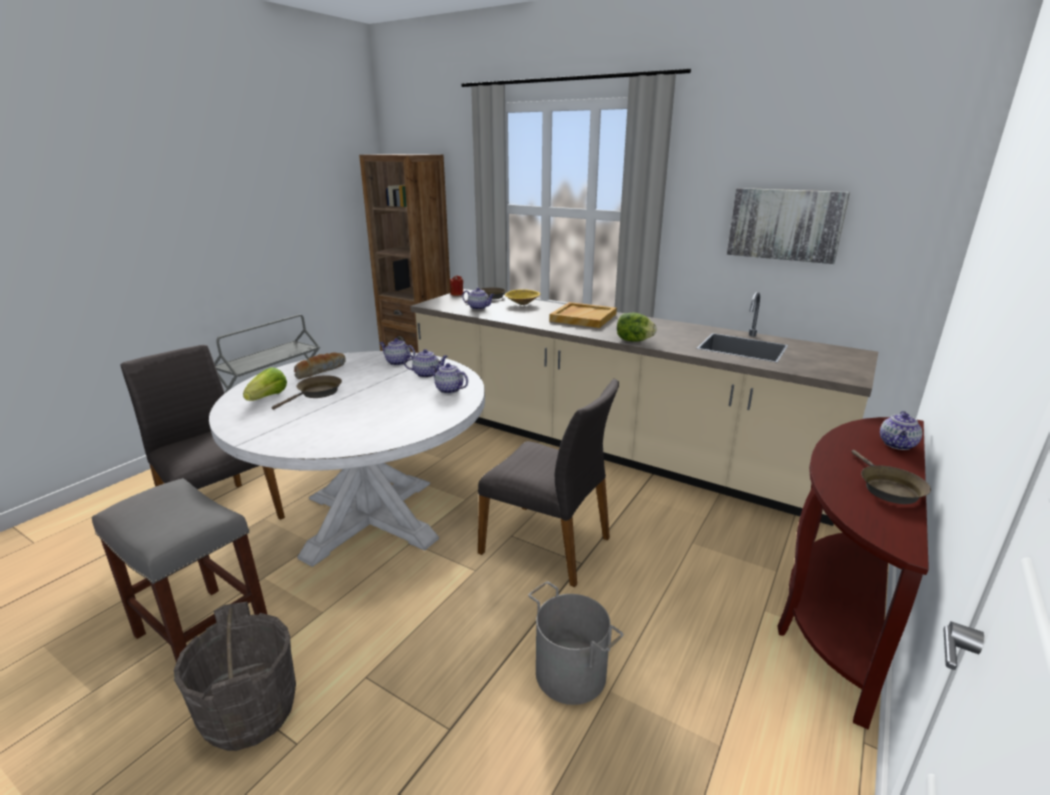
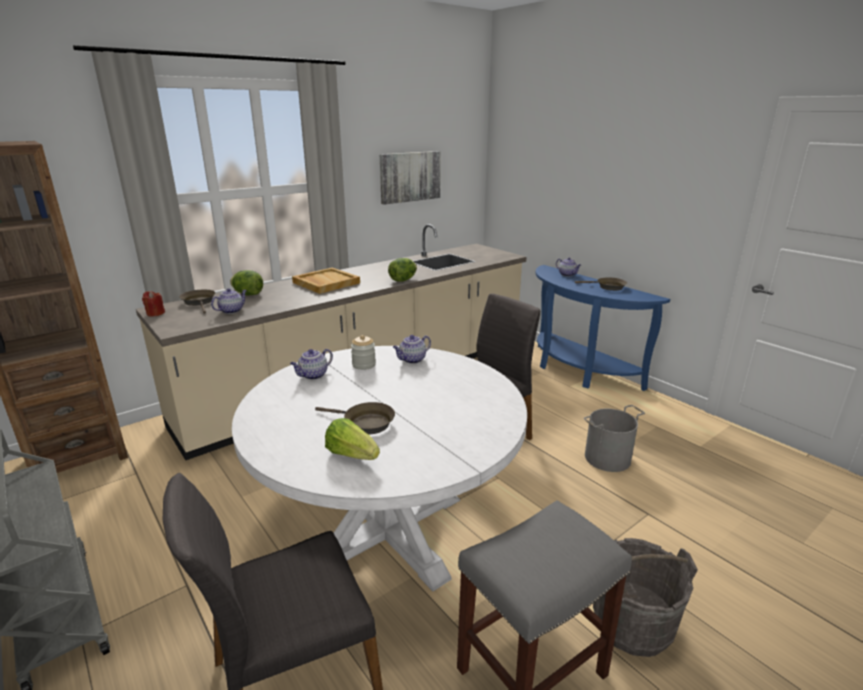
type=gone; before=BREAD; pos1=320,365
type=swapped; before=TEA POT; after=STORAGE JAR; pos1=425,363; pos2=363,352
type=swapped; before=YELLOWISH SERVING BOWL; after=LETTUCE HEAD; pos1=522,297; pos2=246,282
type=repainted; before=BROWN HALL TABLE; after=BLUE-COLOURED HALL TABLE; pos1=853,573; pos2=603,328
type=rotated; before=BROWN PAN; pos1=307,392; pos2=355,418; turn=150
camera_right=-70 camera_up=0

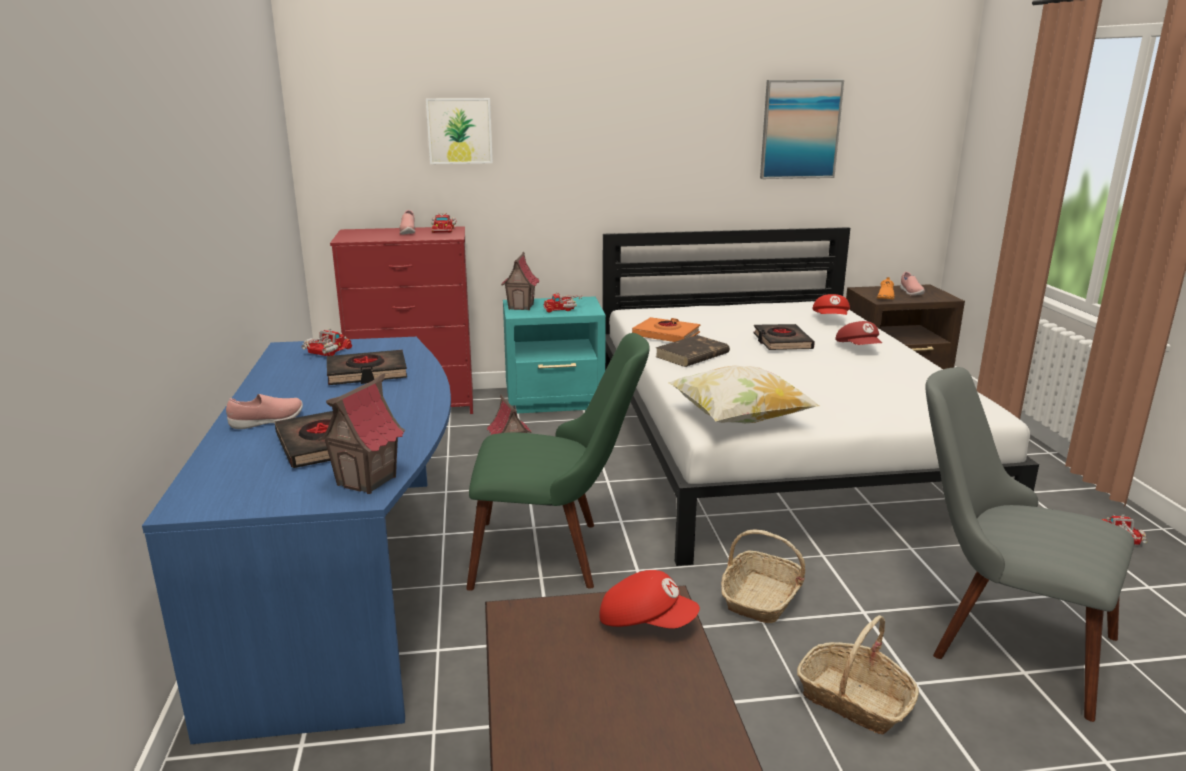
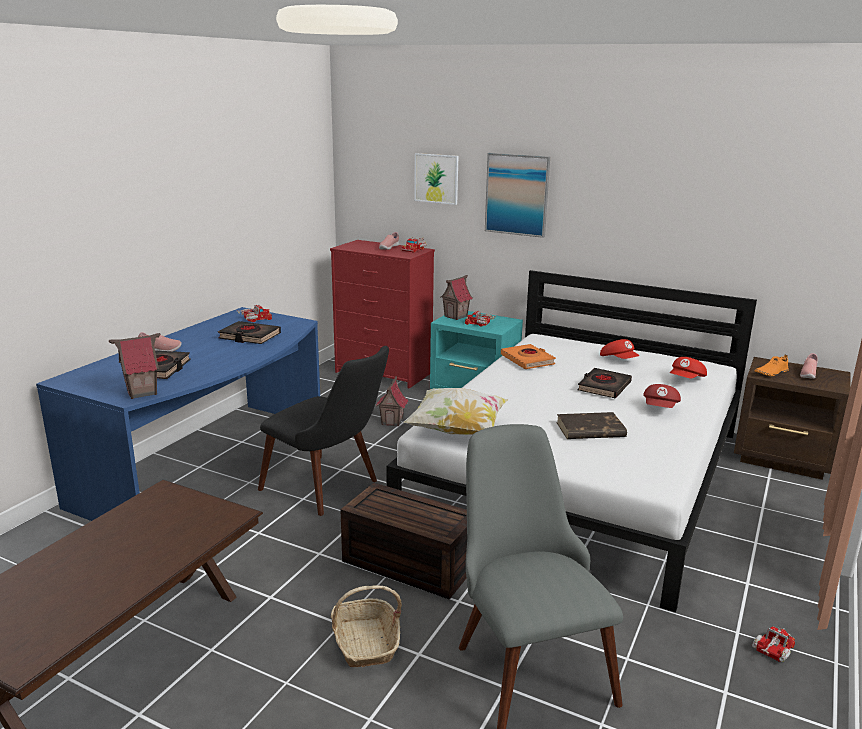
type=shifted; before=RED-COLOURED PEAKED CAP; pos1=649,599; pos2=620,349
type=shifted; before=BROWN VOLUME; pos1=693,351; pos2=591,425
type=shifted; before=WALL ART; pos1=802,129; pos2=517,195
type=swapped; before=BASKET; after=BROWN STORAGE BIN; pos1=763,576; pos2=403,541
type=repainted; before=GREENISH CHAIR; after=BLACK CHAIR; pos1=558,462; pos2=323,431
camera_right=35 camera_up=0

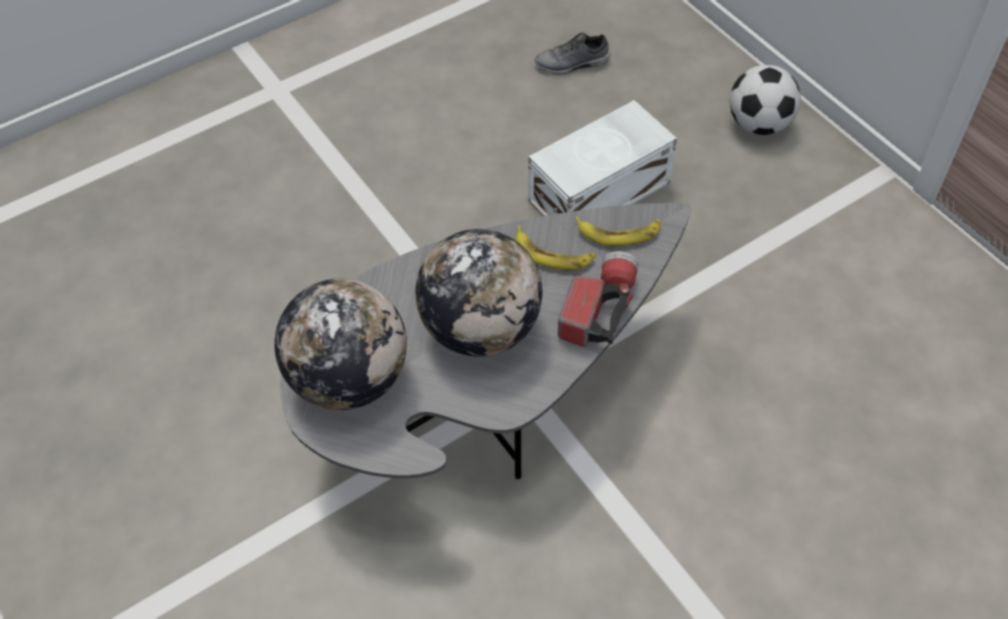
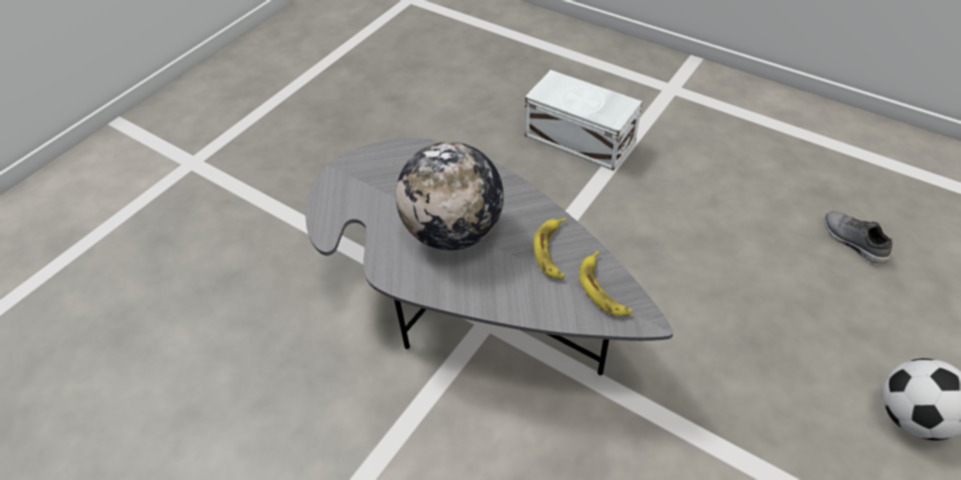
type=gone; before=WORLD GLOBE; pos1=340,344
type=gone; before=TORCH; pos1=598,299
type=shifted; before=WHITE STORAGE BIN; pos1=602,158; pos2=584,120
camera_right=70 camera_up=-5

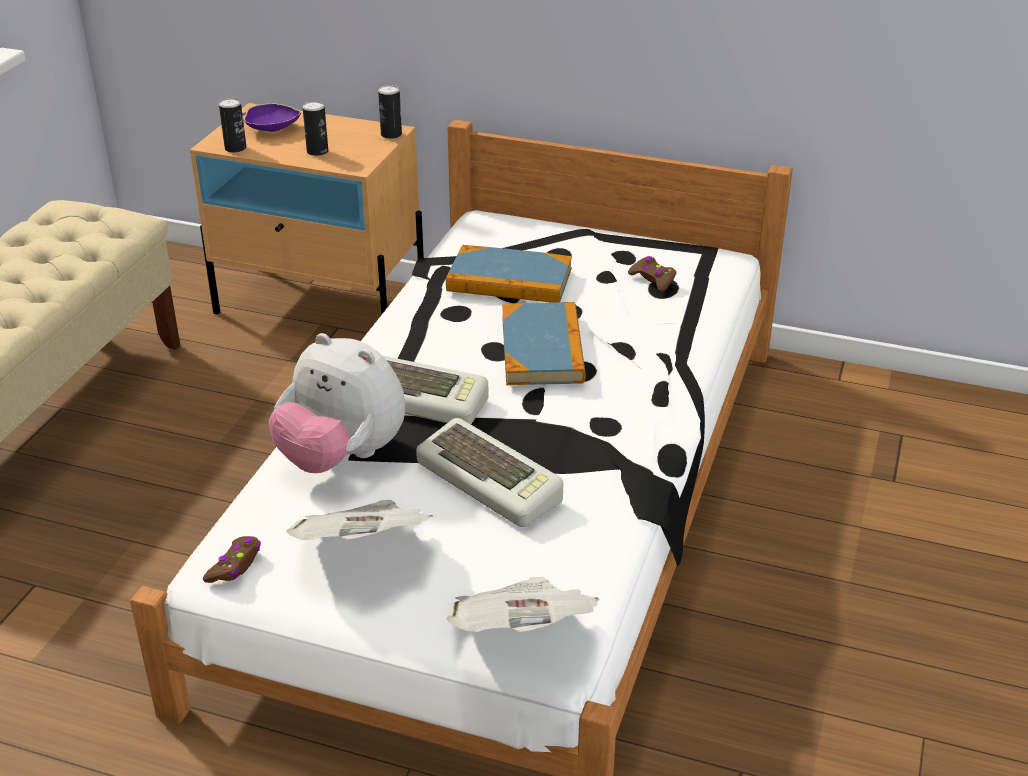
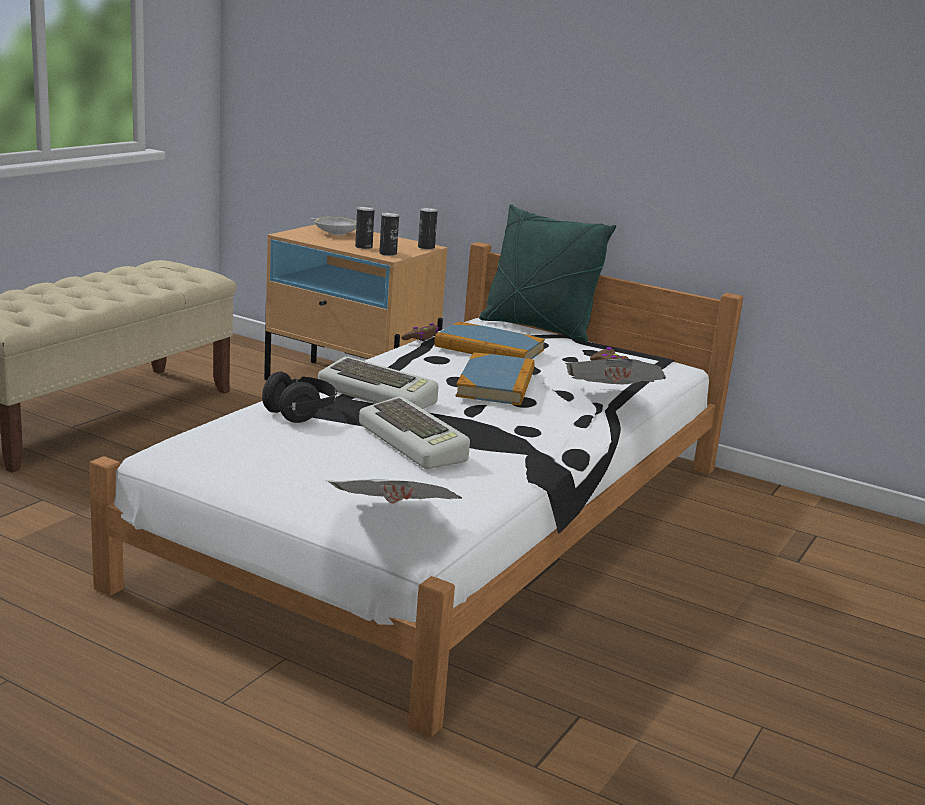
type=new; after=GREENISH PILLOW; pos2=547,273
type=shifted; before=BROWN JOYPAD; pos1=232,559; pos2=420,331
type=shifted; before=CAN; pos1=232,125; pos2=389,234
type=shifted; before=NEWSPAPER; pos1=359,520; pos2=616,371
type=swapped; before=CUDDLY TOY; after=BLACK PAIR OF HEADPHONES; pos1=337,403; pos2=299,397
type=repainted; before=PURPLE-COLOURED SERVING BOWL; after=WHITE SERVING BOWL; pos1=271,117; pos2=333,226
camera_right=10 camera_up=-15

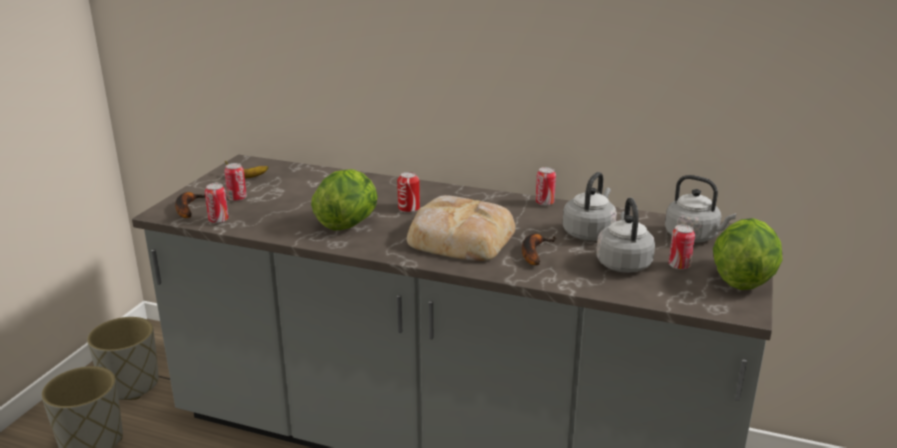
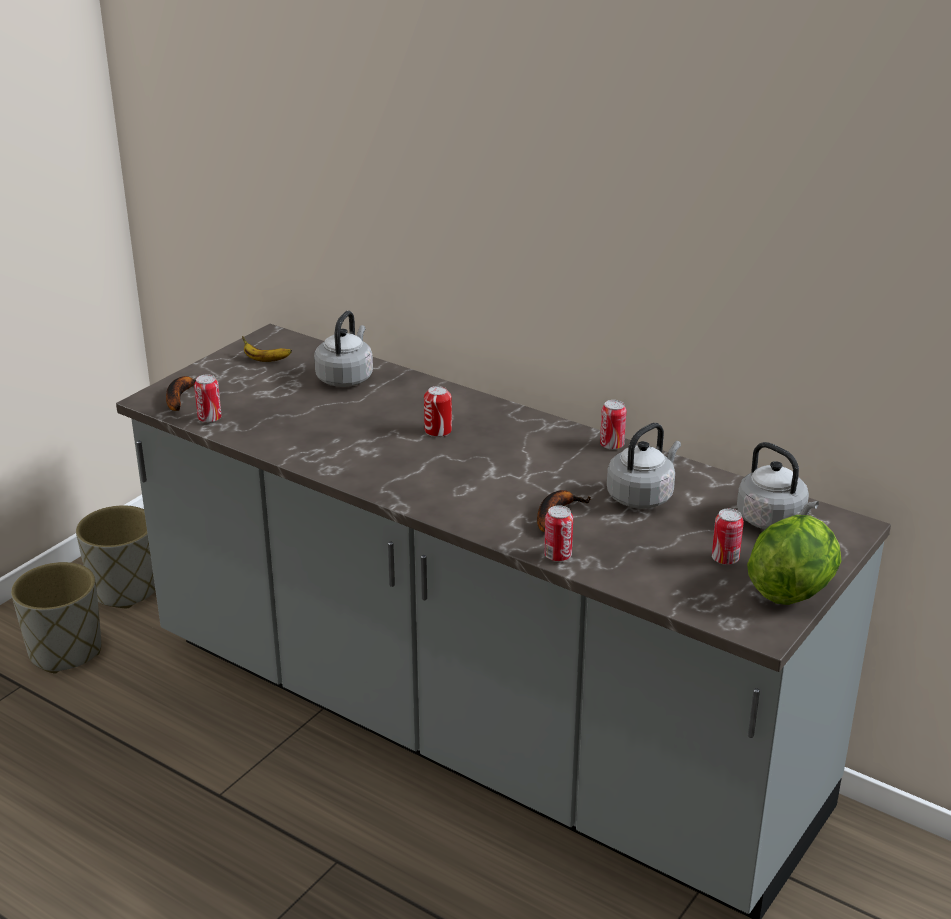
type=gone; before=LETTUCE HEAD; pos1=344,200
type=gone; before=BREAD; pos1=461,228
type=shifted; before=CAN; pos1=235,182; pos2=558,533
type=shifted; before=GREYISH TEA KETTLE; pos1=625,235; pos2=343,349
camera_right=15 camera_up=5

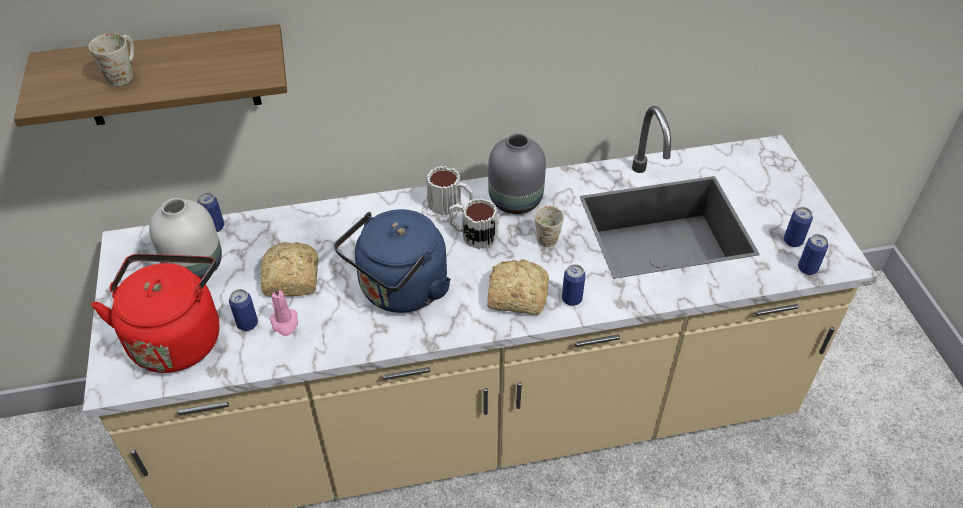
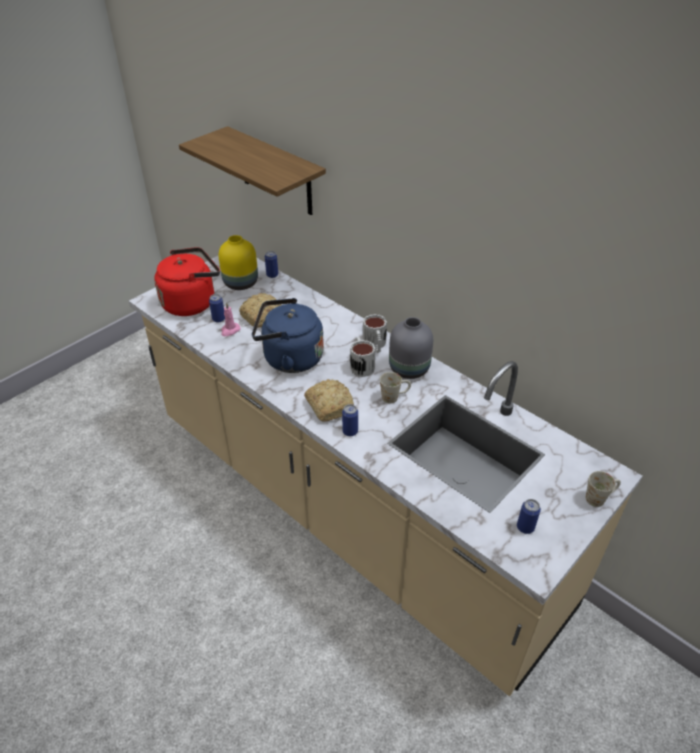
type=gone; before=CAN; pos1=813,254
type=shifted; before=WHITE TEA MUG; pos1=111,59; pos2=603,489
type=repainted; before=WHITE FLOWER VASE; after=YELLOWISH FLOWER VASE; pos1=185,238; pos2=238,262
camera_right=55 camera_up=-5

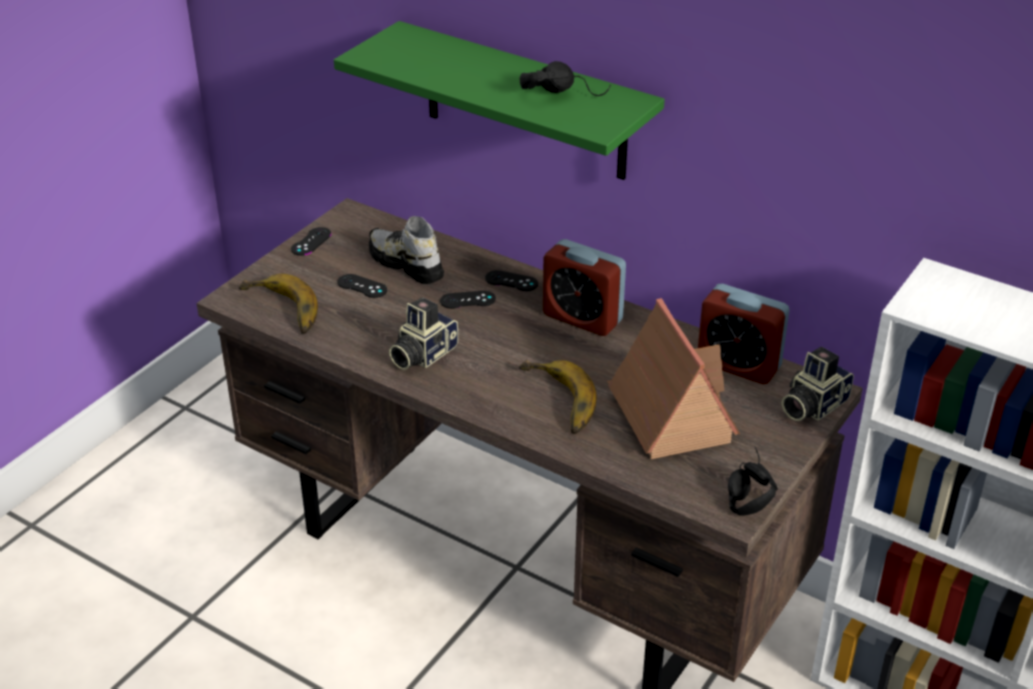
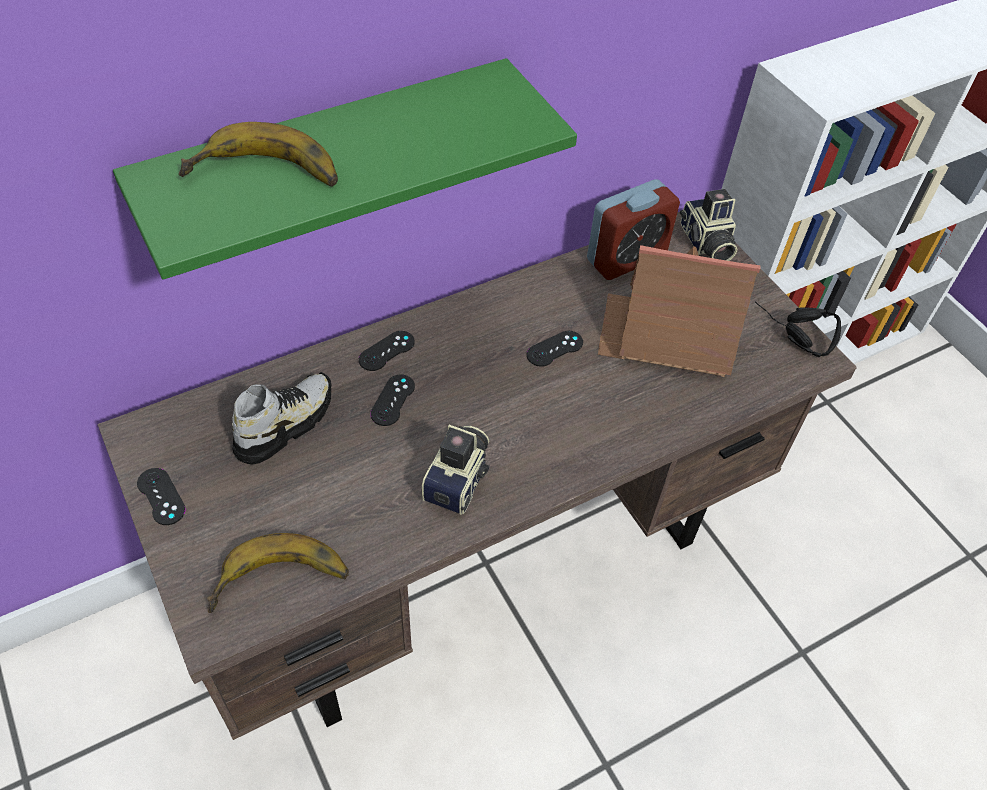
type=gone; before=BLACK PAIR OF HEADPHONES; pos1=565,78
type=gone; before=ALARM CLOCK; pos1=584,287
type=shifted; before=BLACK JOYPAD; pos1=362,286; pos2=555,349
type=shifted; before=BANANA FRUIT; pos1=558,397; pos2=258,154
type=rotated; before=ITEM OF FOOTWEAR; pos1=406,250; pos2=281,418; turn=150
type=rotated; before=STILL CAMERA; pos1=423,333; pos2=456,470; turn=-135
camera_right=-65 camera_up=15

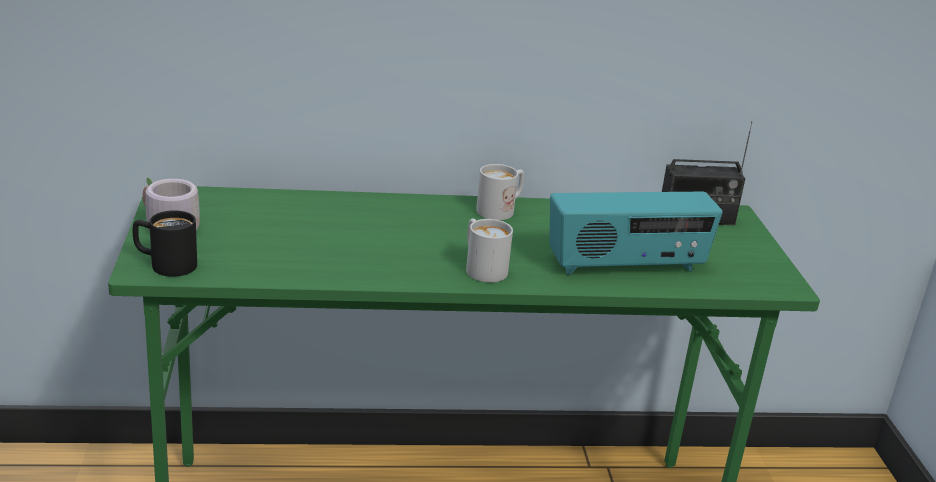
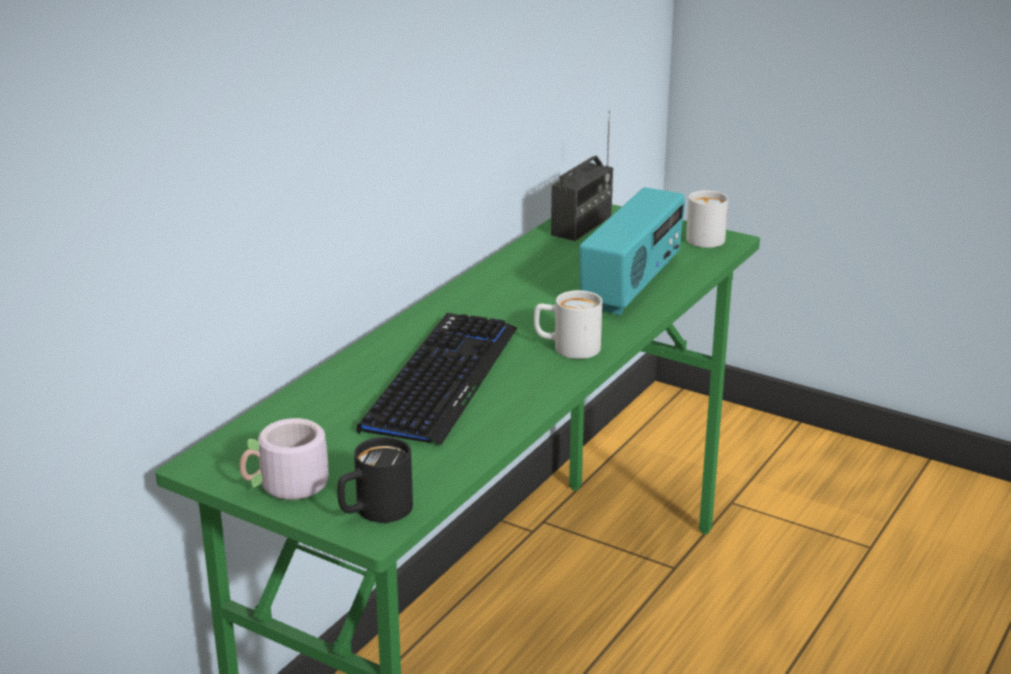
type=new; after=PC KEYBOARD; pos2=436,379
type=shifted; before=WHITE TEA MUG; pos1=500,192; pos2=707,219
camera_right=-50 camera_up=0

